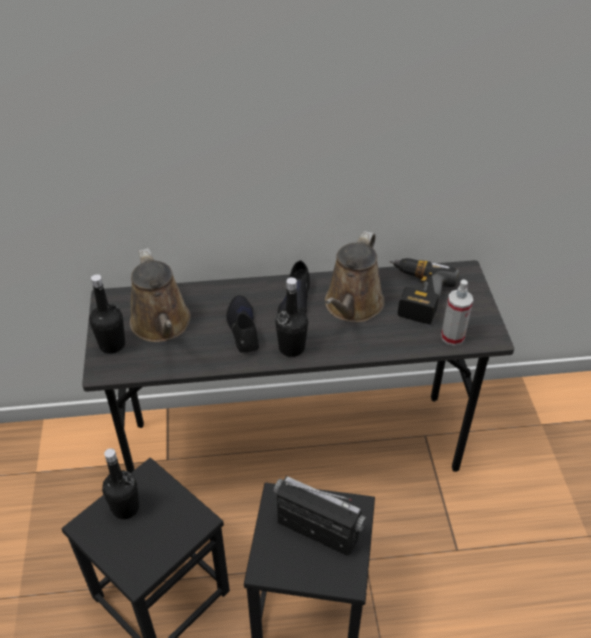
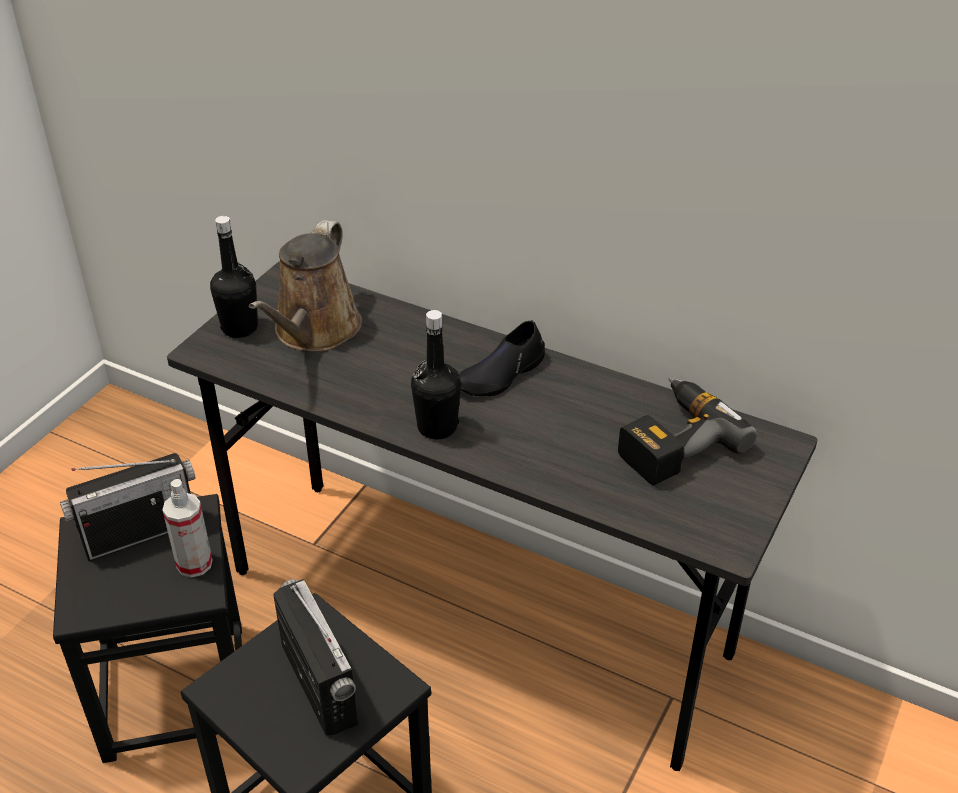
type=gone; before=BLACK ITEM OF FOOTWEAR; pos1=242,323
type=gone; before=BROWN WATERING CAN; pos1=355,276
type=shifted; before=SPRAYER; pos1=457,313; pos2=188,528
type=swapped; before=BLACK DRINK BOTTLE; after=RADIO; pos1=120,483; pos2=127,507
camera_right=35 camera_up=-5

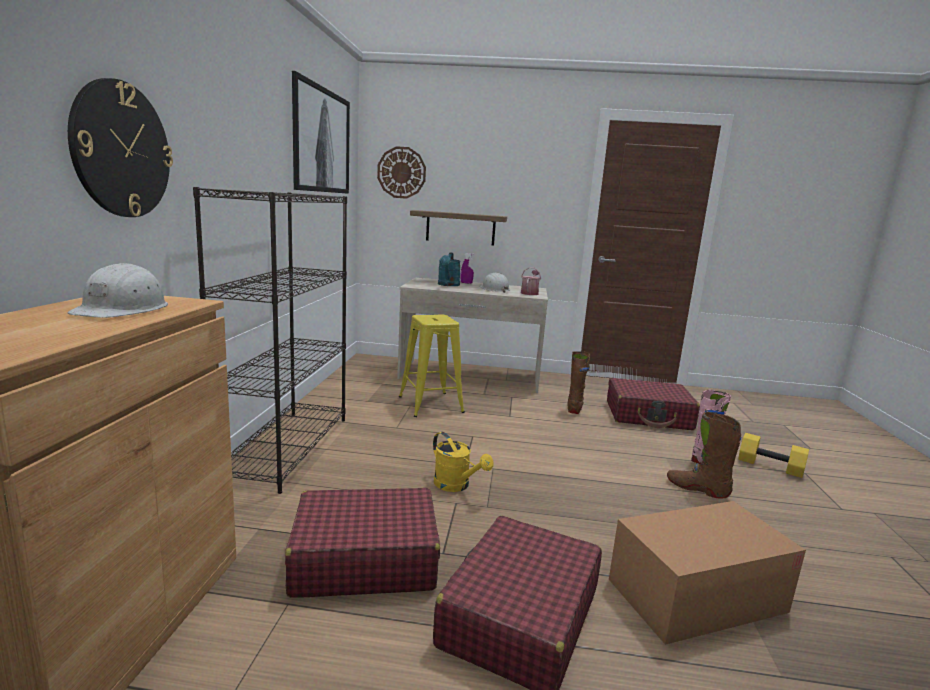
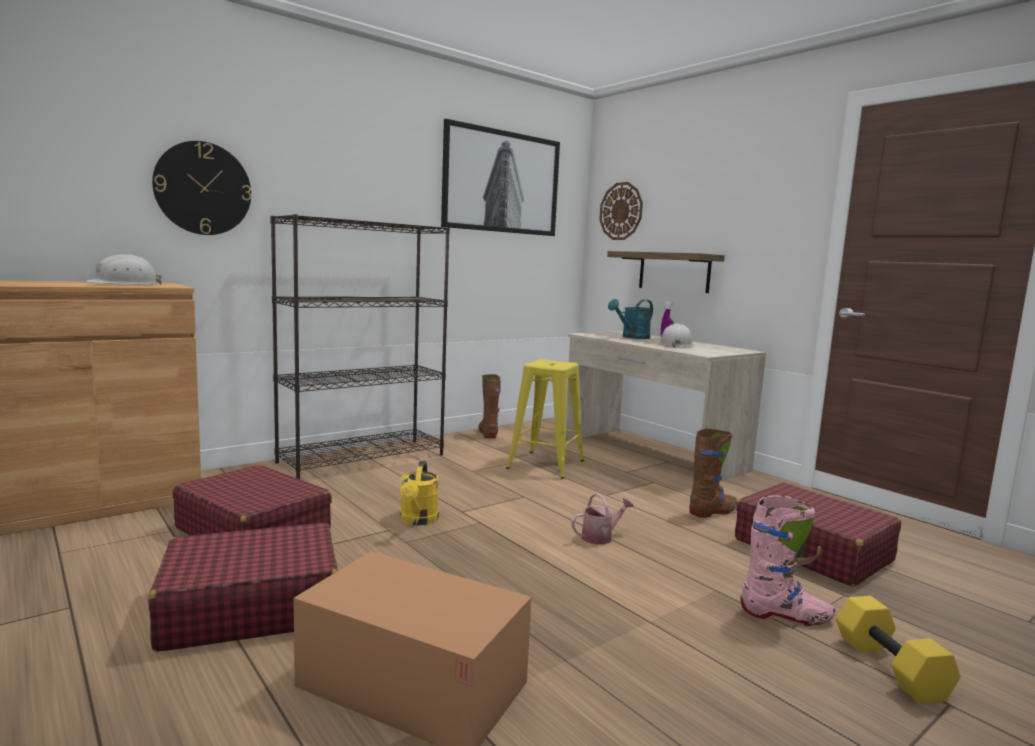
type=shifted; before=WATERING CAN; pos1=531,281; pos2=603,519
type=shifted; before=BROWN HIGH-TOP BOOT; pos1=704,455; pos2=489,406
camera_right=45 camera_up=-5

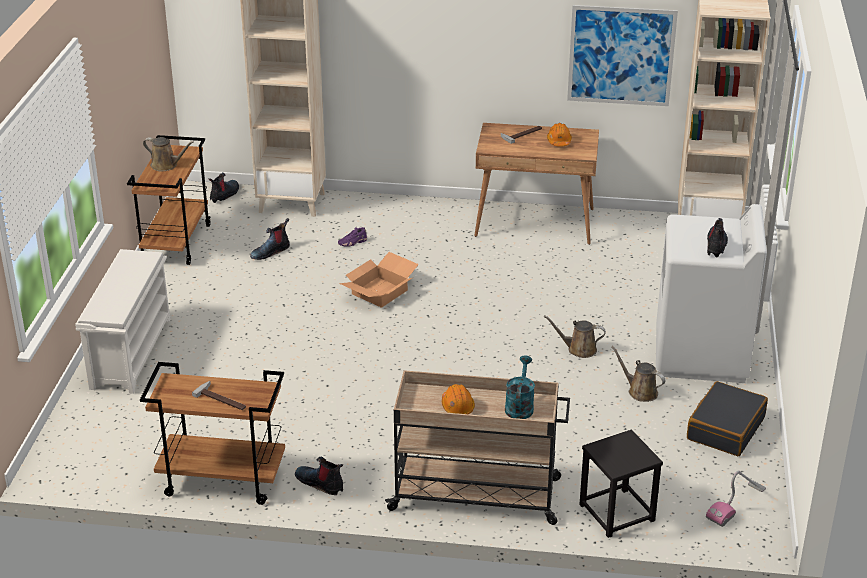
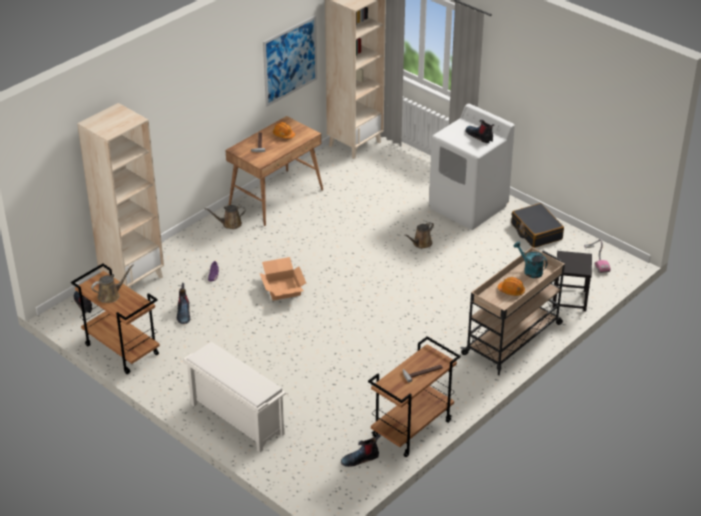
type=shifted; before=HIGH-TOP BOOT; pos1=319,476; pos2=361,450
type=shifted; before=BROWN WATERING CAN; pos1=638,374; pos2=225,217
camera_right=-55 camera_up=5

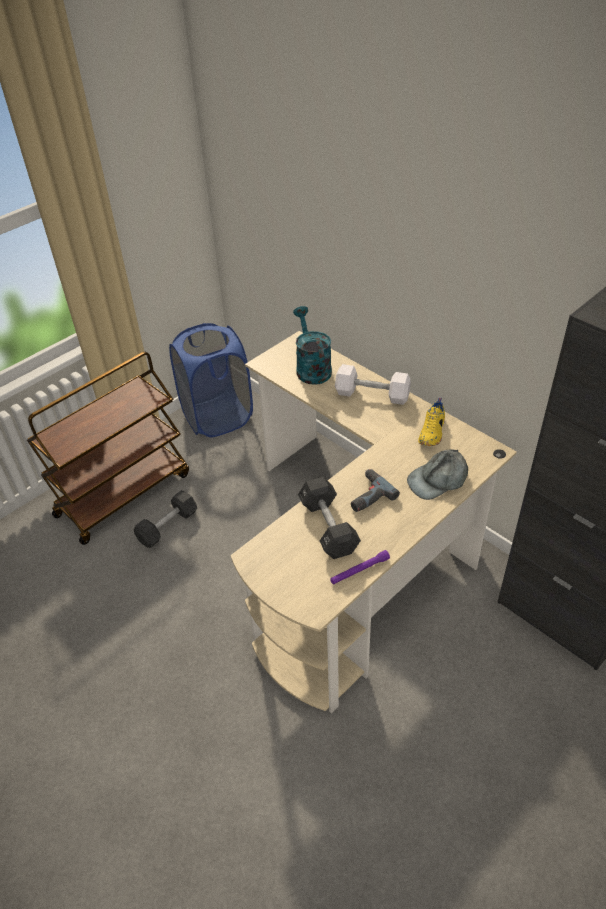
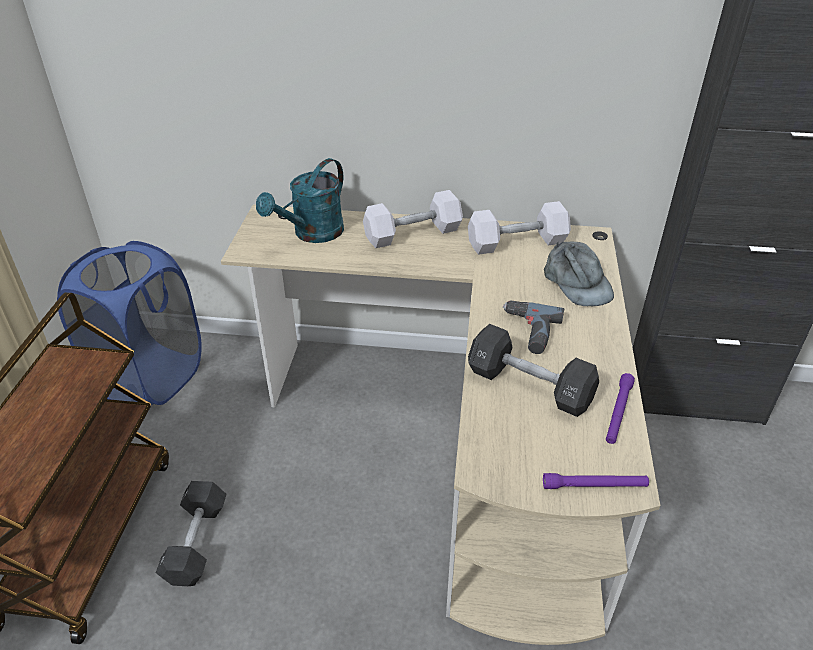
type=new; after=PURPLE-COLOURED TORCH; pos2=596,481
type=swapped; before=YELLOWISH ITEM OF FOOTWEAR; after=WHITE DUMBBELL; pos1=431,421; pos2=519,228
type=rotated; before=TURQUOISE-COLOURED WATERING CAN; pos1=312,345; pos2=300,200; turn=-90
type=rotated; before=GREYISH PEAKED CAP; pos1=437,474; pos2=579,274; turn=-45
camera_right=-40 camera_up=-5

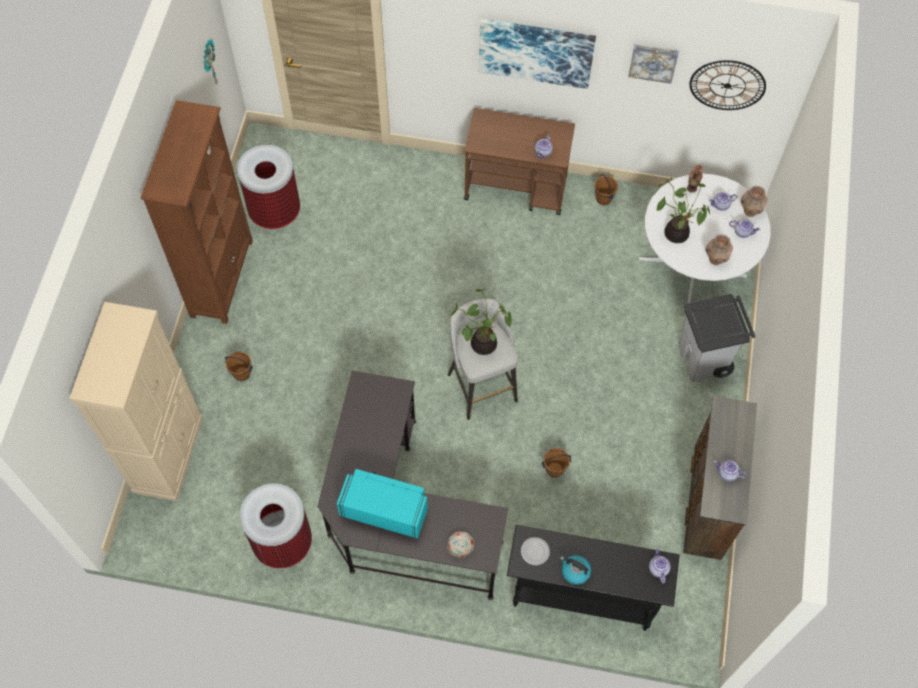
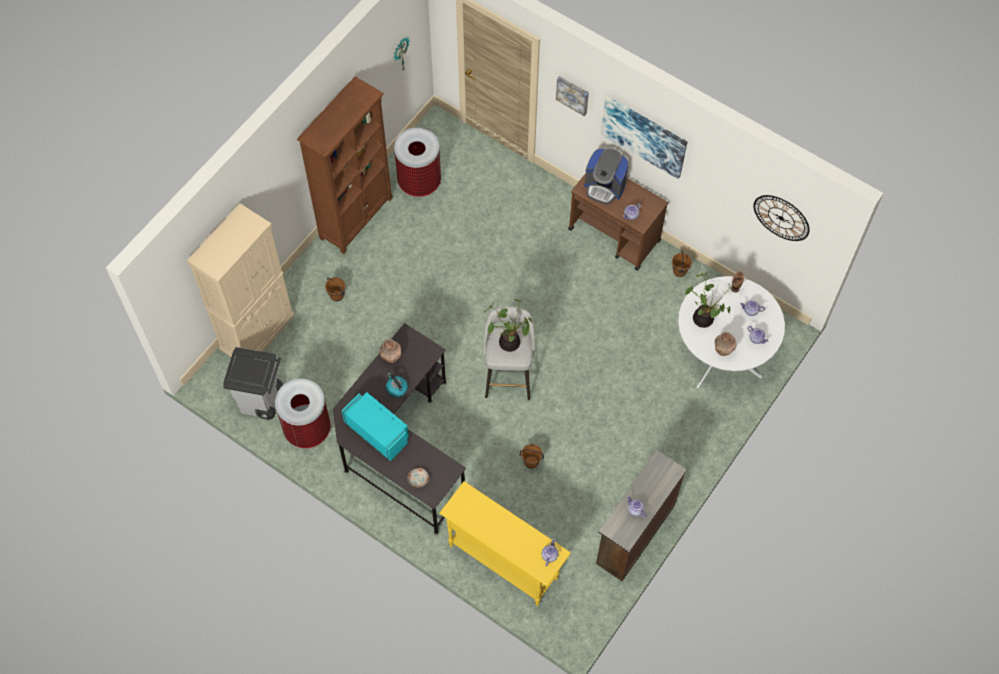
type=gone; before=PLATE; pos1=535,551
type=new; after=COFFEE BREWER; pos2=606,176
type=shifted; before=TEA KETTLE; pos1=575,570; pos2=397,385
type=shifted; before=WALL ART; pos1=653,64; pos2=572,96
type=shifted; before=GREYISH WASTE BIN; pos1=717,338; pos2=253,383
type=shifted; before=BROWN FLOWER VASE; pos1=754,201; pos2=390,351
type=repainted; before=BLACK HALL TABLE; after=YELLOWISH HALL TABLE; pos1=593,578; pos2=505,543
camera_right=25 camera_up=0

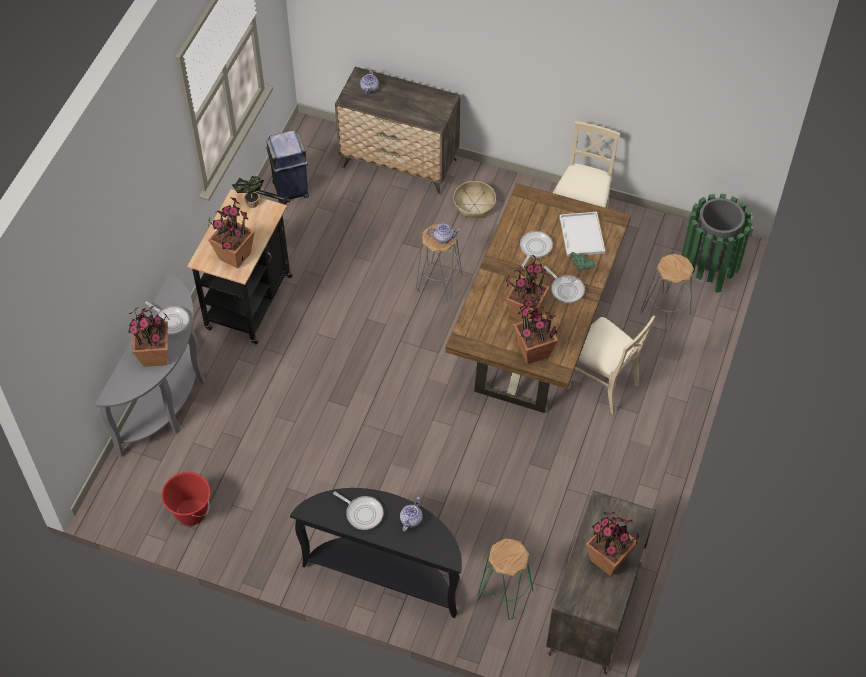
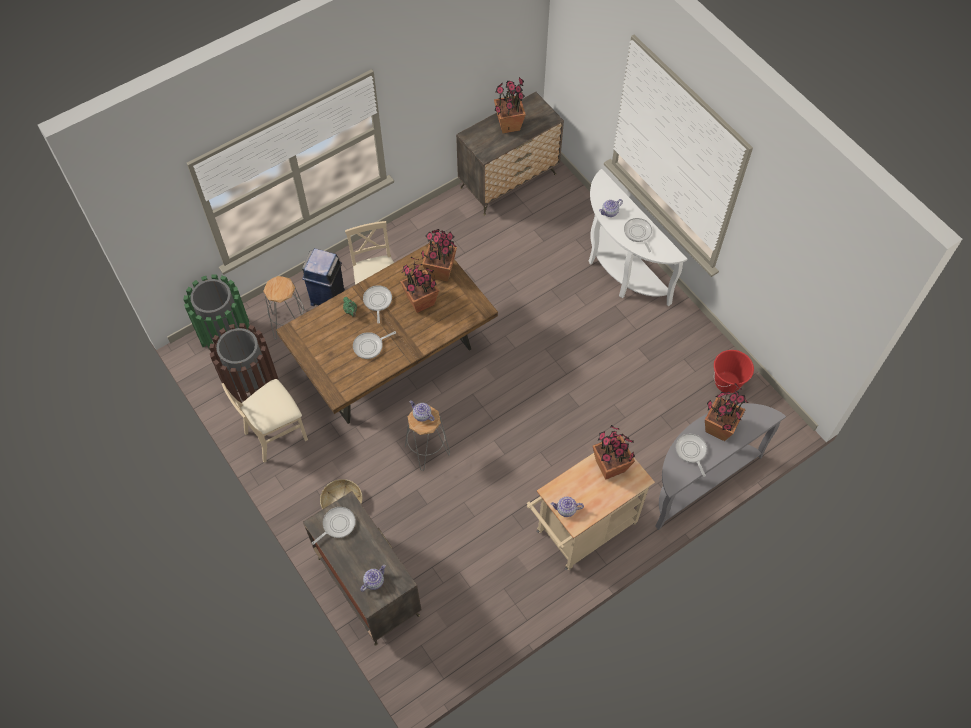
type=gone; before=GREENISH STOOL SEAT; pos1=505,579
type=gone; before=WHITE TRAY; pos1=582,234
type=new; after=BROWN WASTE BIN; pos2=243,363
type=new; after=PAN; pos2=334,526
type=shifted; before=BLUE-COLOURED WASTE BIN; pos1=287,167; pos2=323,277
type=swapped; before=HOUSEPLANT; after=TEA POT; pos1=247,191; pos2=567,507
type=repainted; before=BLACK CART; after=BEIGE CART; pos1=239,266; pos2=591,511
type=repainted; before=BLACK HALL TABLE; after=WHITE HALL TABLE; pos1=376,553; pos2=638,237
camera_right=-145 camera_up=5

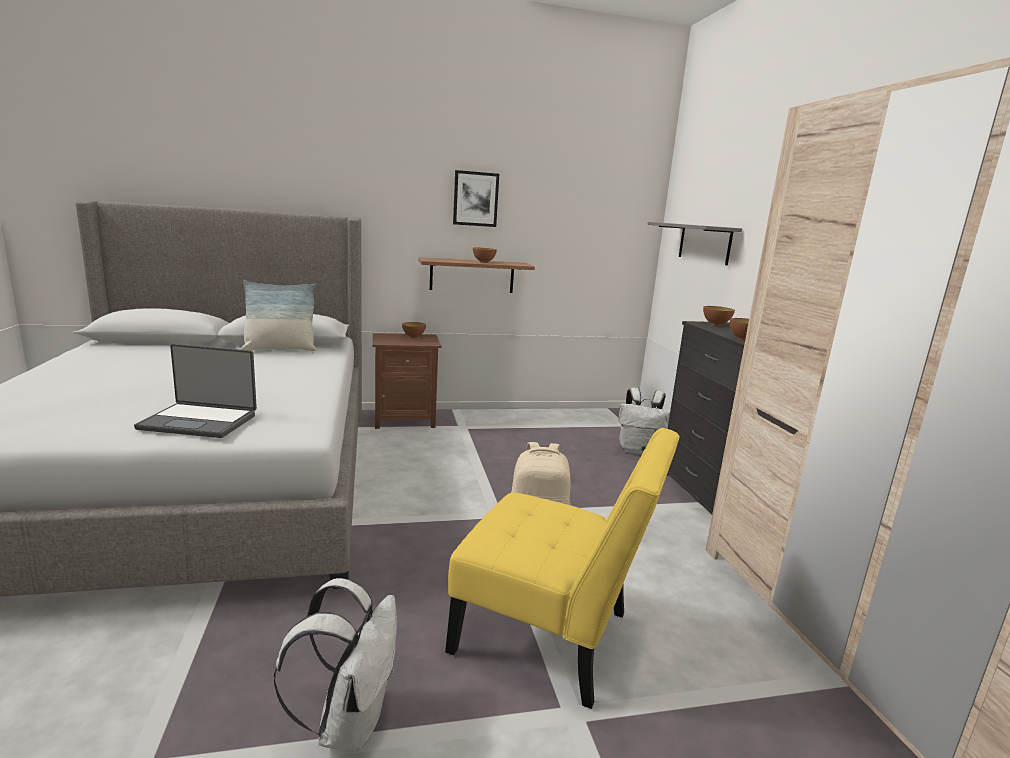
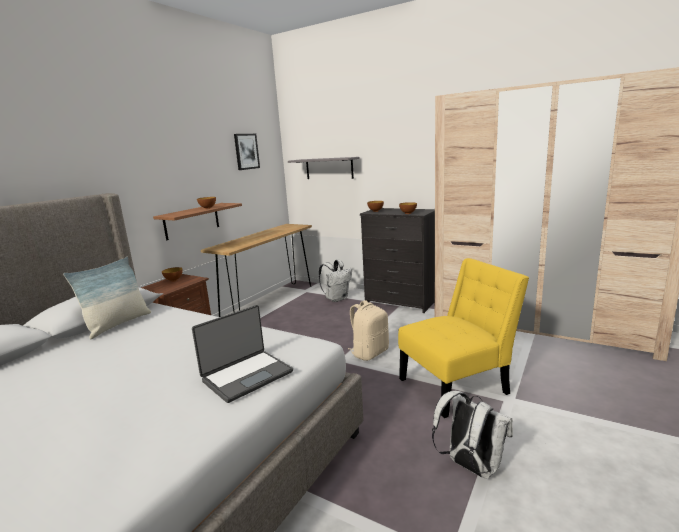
type=new; after=BROWN HALL TABLE; pos2=256,270
type=shifted; before=WALL ART; pos1=476,198; pos2=247,152
camera_right=-45 camera_up=0

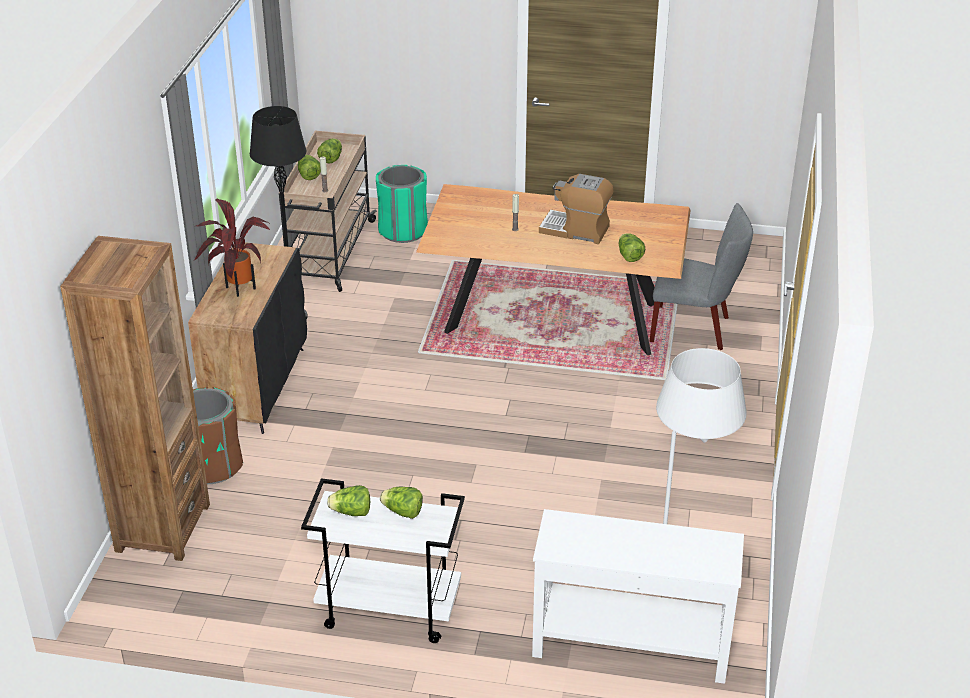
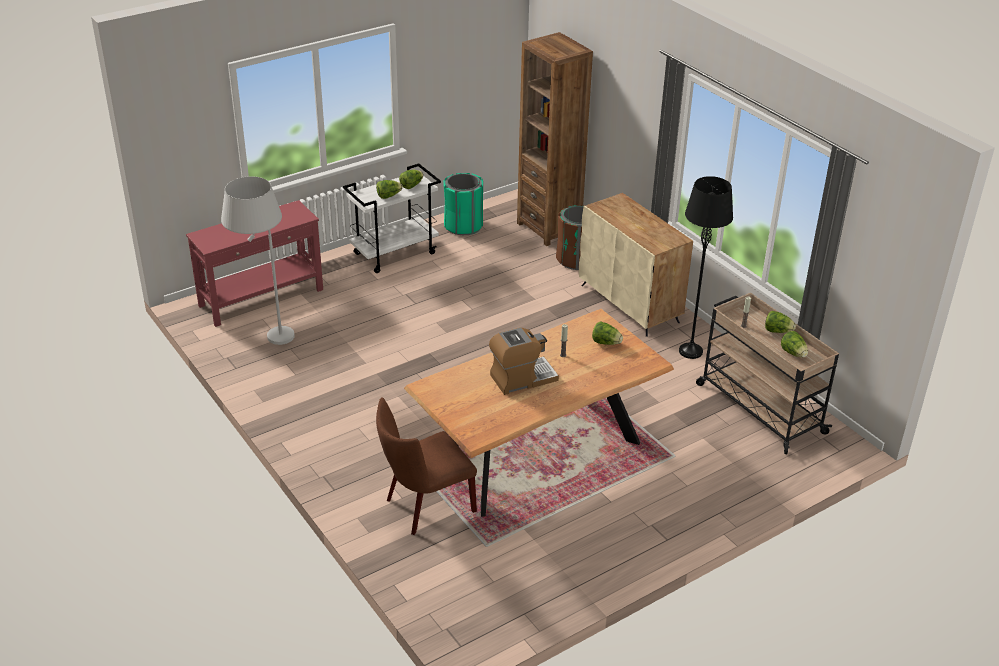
type=gone; before=HOUSEPLANT; pos1=232,248
type=shifted; before=GREENISH WASTE BIN; pos1=402,204; pos2=463,204
type=shifted; before=LETTUCE HEAD; pos1=632,247; pos2=607,333
type=repainted; before=BLACK STORAGE CABINET; after=BEIGE STORAGE CABINET; pos1=247,338; pos2=636,265
type=repainted; before=WHITE HALL TABLE; after=RED-COLOURED HALL TABLE; pos1=638,596; pos2=254,263
type=repainted; before=GREYISH CHAIR; after=BROWN CHAIR; pos1=701,276; pos2=426,466
camera_right=135 camera_up=0

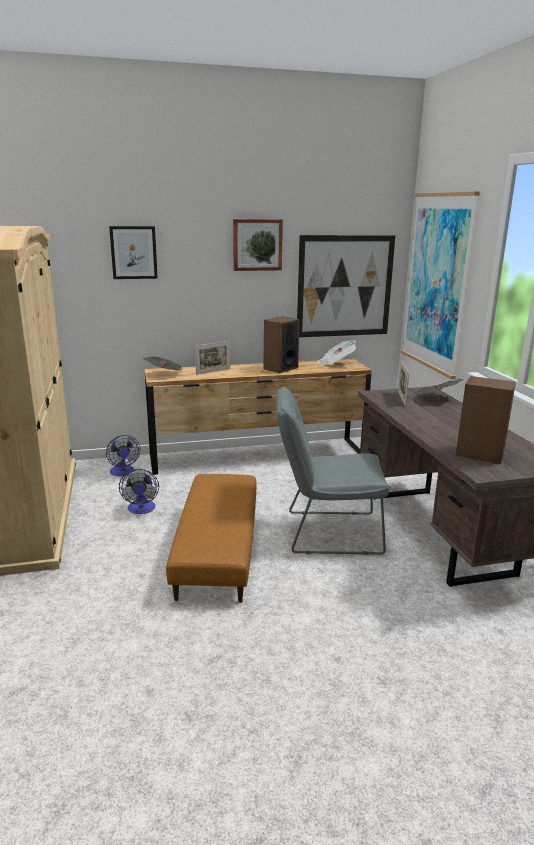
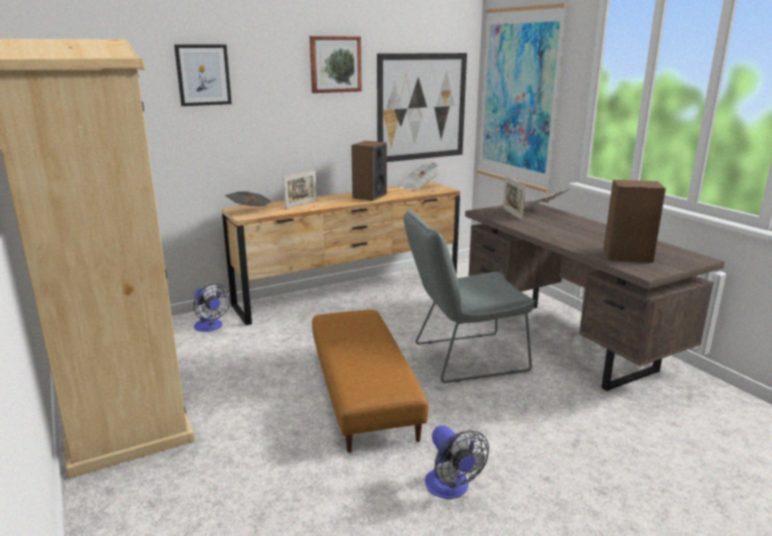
type=shifted; before=COOLING FAN; pos1=139,491; pos2=457,462
camera_right=-15 camera_up=0

